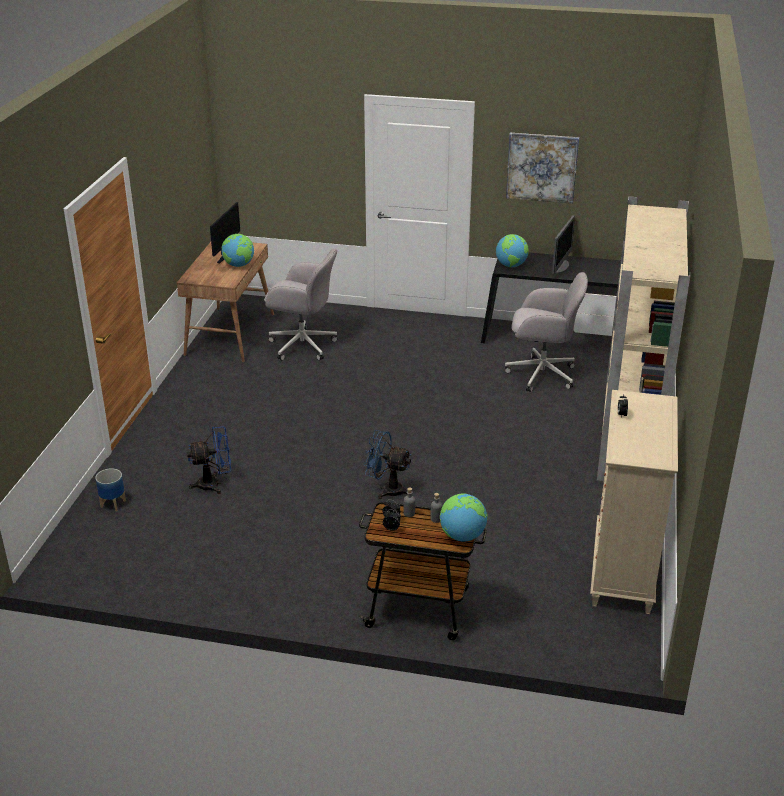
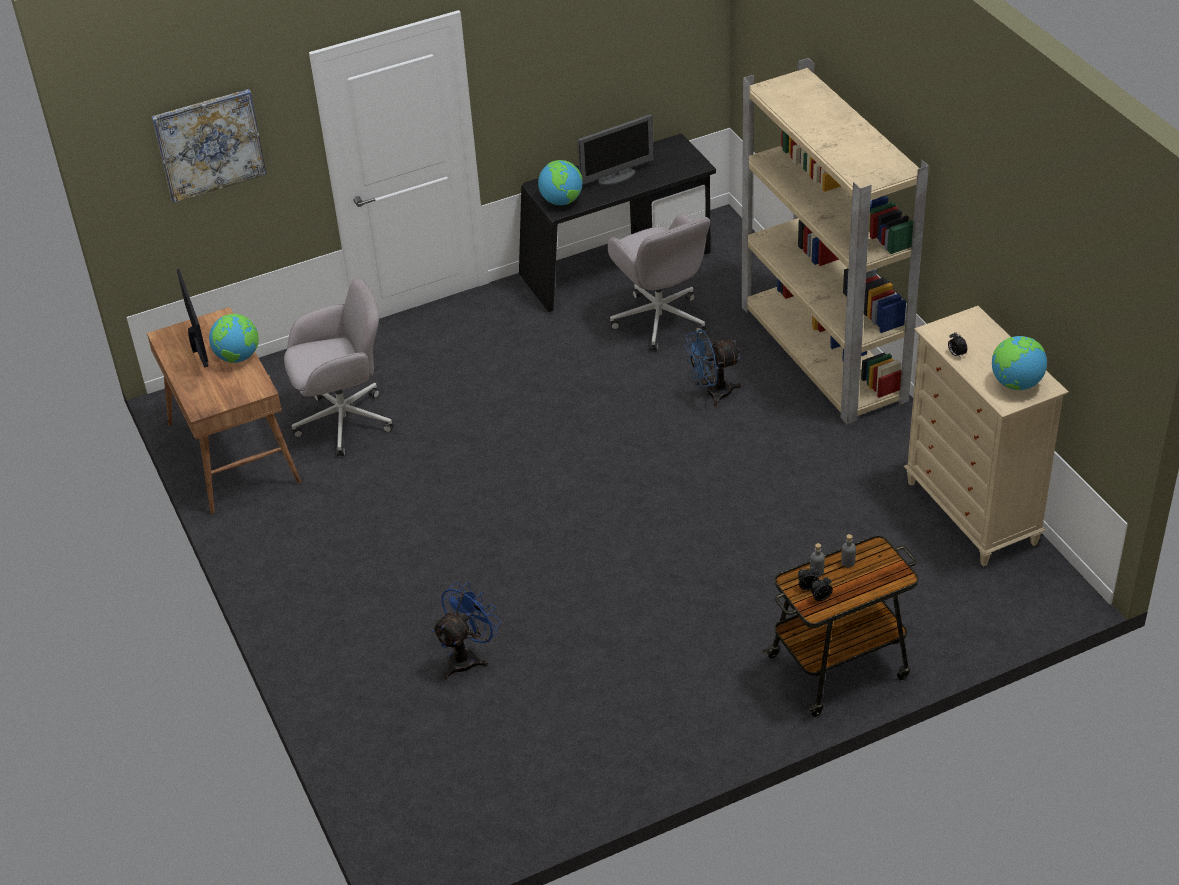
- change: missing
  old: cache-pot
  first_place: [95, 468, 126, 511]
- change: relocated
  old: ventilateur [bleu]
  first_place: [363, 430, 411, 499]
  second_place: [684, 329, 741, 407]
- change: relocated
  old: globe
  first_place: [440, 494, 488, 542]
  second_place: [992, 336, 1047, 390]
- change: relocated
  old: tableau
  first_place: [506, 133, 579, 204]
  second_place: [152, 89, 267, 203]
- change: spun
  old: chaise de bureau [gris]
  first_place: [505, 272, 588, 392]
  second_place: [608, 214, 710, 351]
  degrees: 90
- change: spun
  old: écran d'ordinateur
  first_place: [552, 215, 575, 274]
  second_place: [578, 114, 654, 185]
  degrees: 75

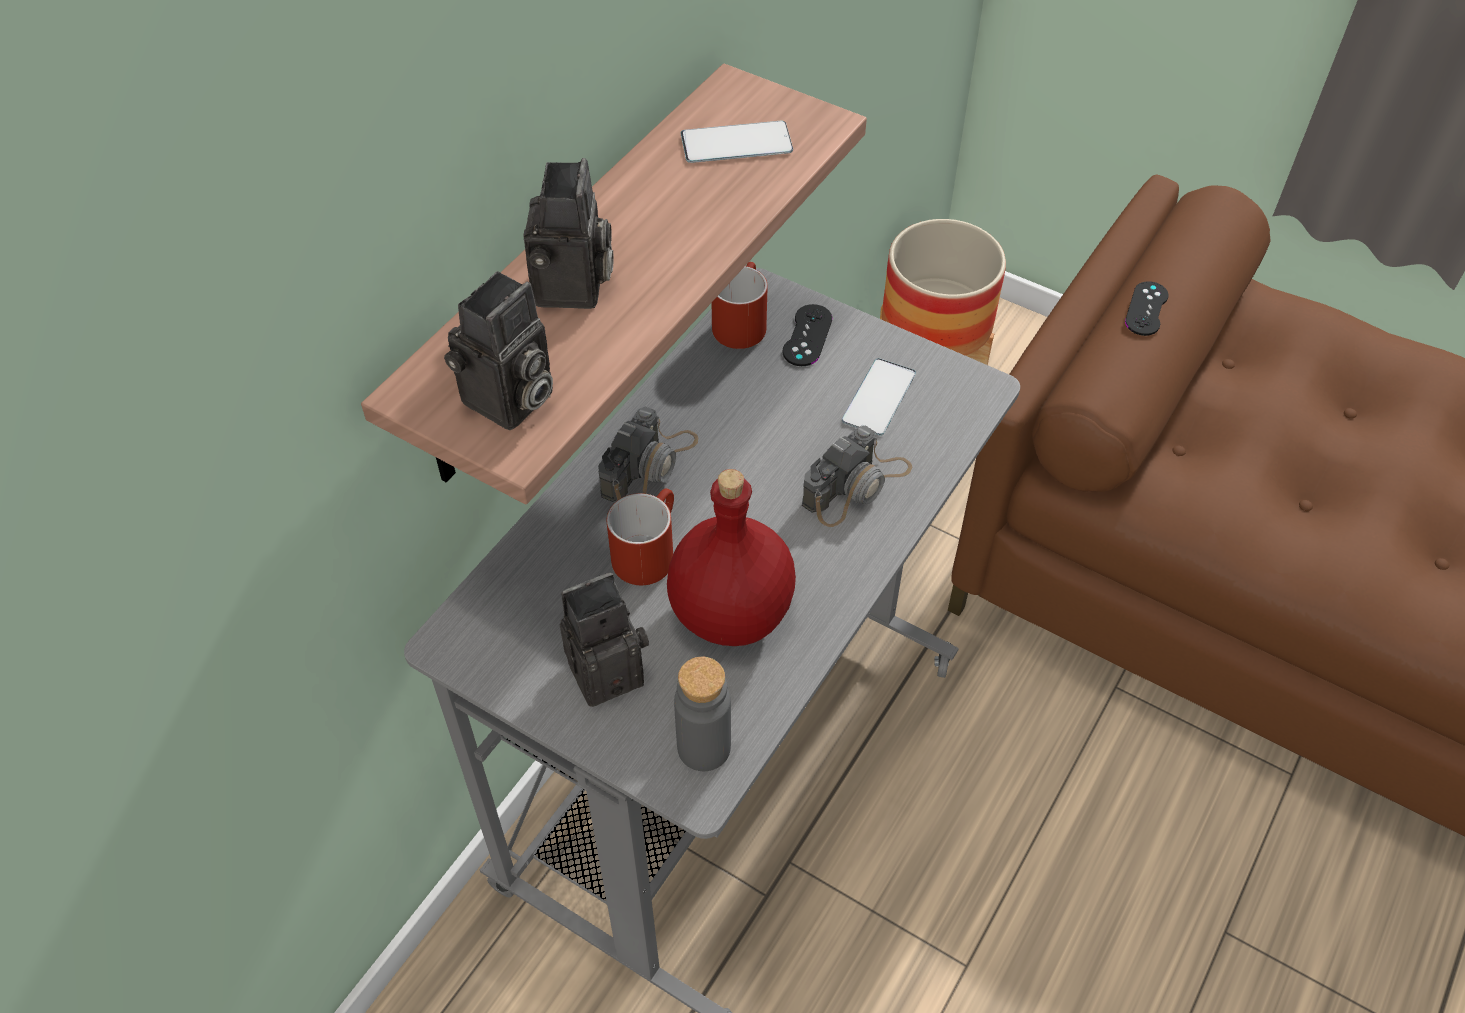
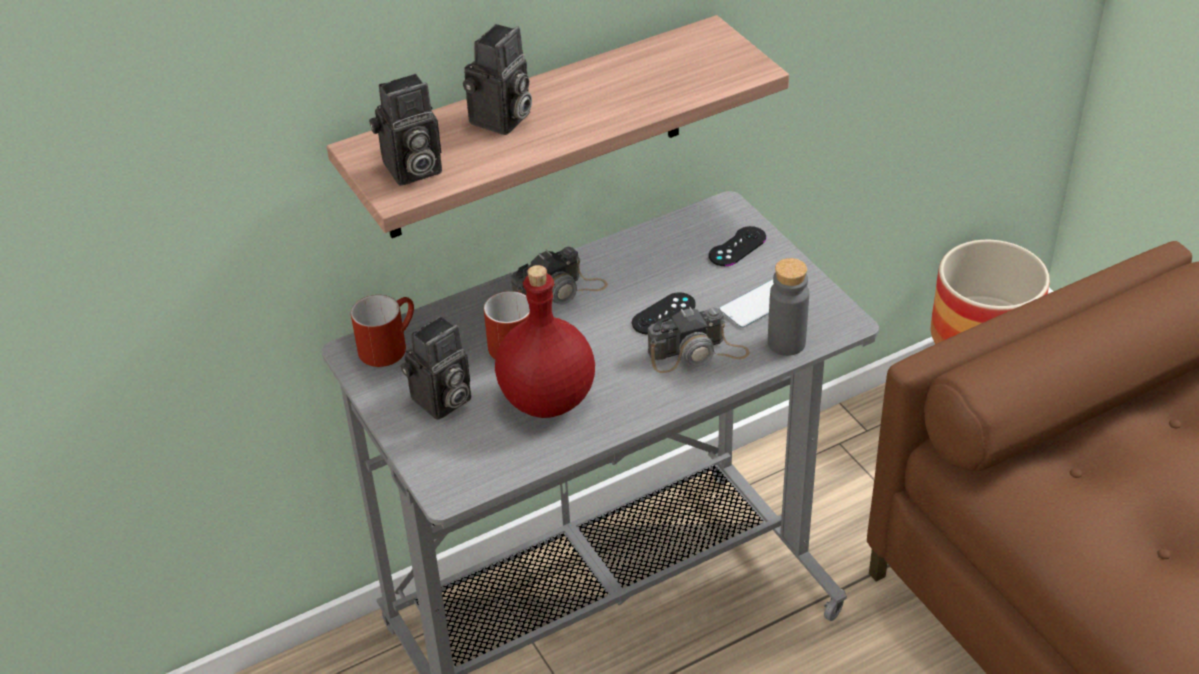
- change: missing
  old: téléphone
  first_place: [681, 121, 793, 163]
- change: relocated
  old: bouteille [gris]
  first_place: [674, 657, 731, 771]
  second_place: [768, 258, 809, 356]
- change: relocated
  old: mug [rouge]
  first_place: [712, 262, 768, 349]
  second_place: [351, 295, 414, 367]
- change: relocated
  old: manette [noir]
  first_place: [1125, 281, 1168, 336]
  second_place: [632, 292, 696, 334]
- change: spun
  old: appareil photo
  first_place: [560, 572, 649, 707]
  second_place: [401, 316, 471, 420]
  degrees: 135

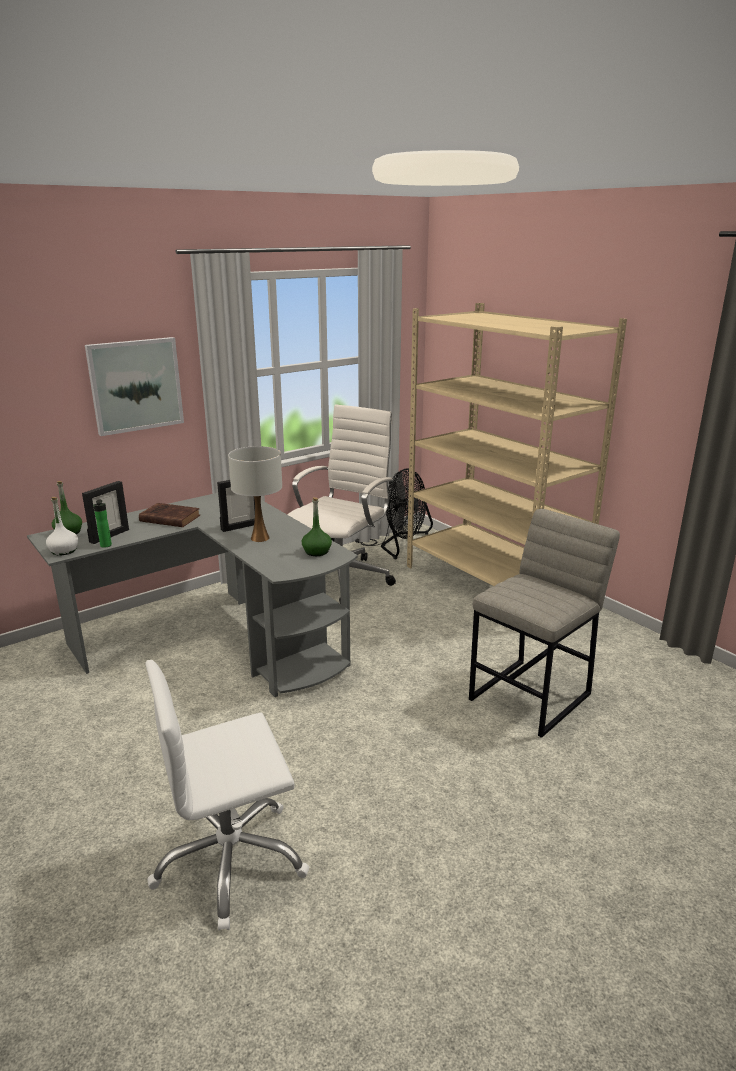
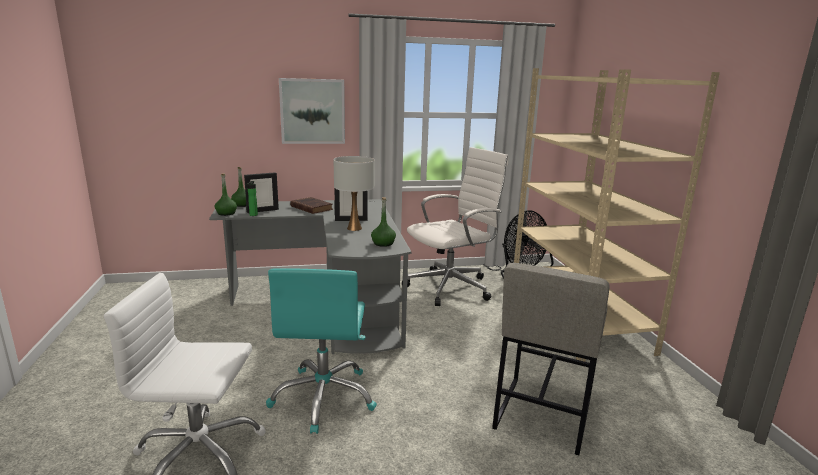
- change: appeared
  new: chaise de bureau [turquoise]
  second_place: [266, 268, 377, 434]
- change: colour
  old: bouteille [blanc]
  new: bouteille [vert]
  first_place: [46, 497, 78, 555]
  second_place: [214, 173, 237, 216]
- change: spun
  old: chaise [gris]
  first_place: [469, 509, 620, 738]
  second_place: [492, 263, 610, 455]
  degrees: 135

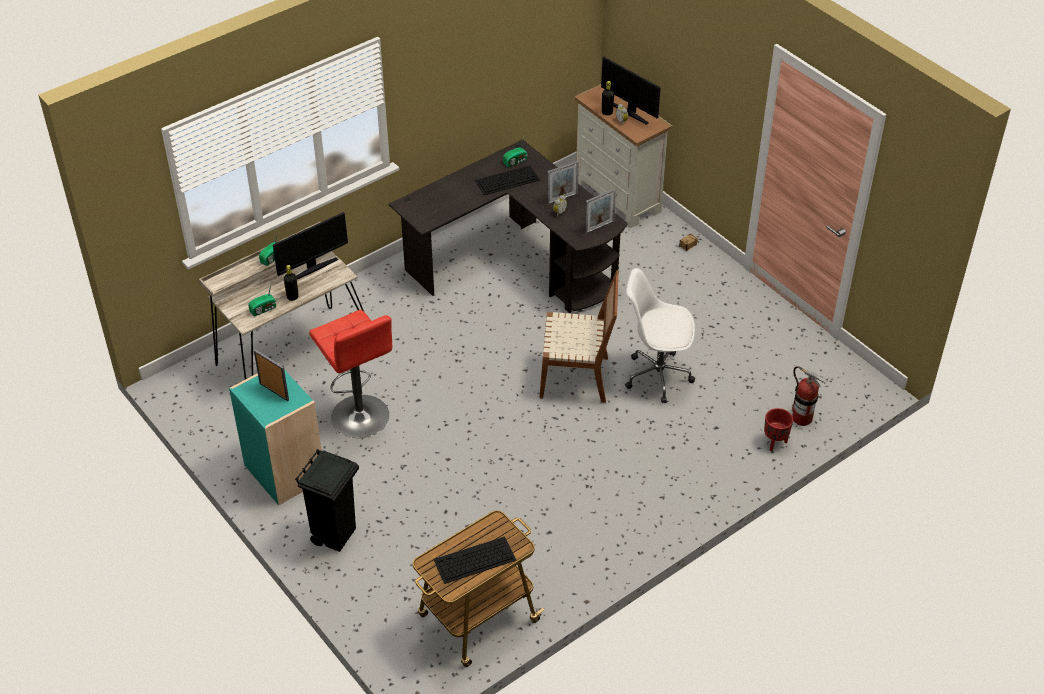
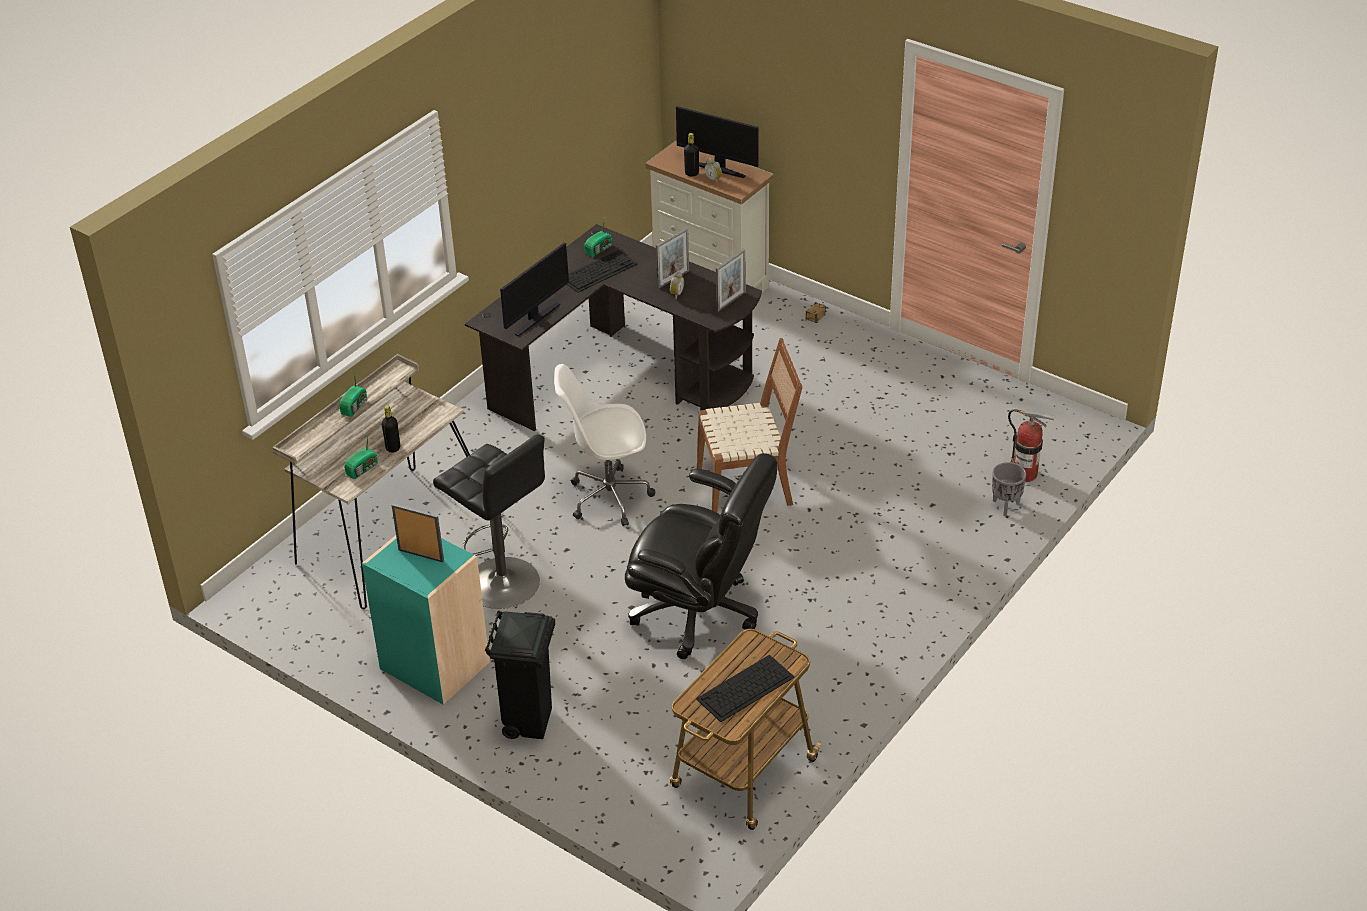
- change: appeared
  new: chaise de bureau [noir]
  second_place: [625, 453, 777, 659]
- change: relocated
  old: écran d'ordinateur
  first_place: [273, 212, 348, 279]
  second_place: [500, 243, 569, 336]
- change: relocated
  old: chaise de bureau [blanc]
  first_place: [625, 268, 695, 403]
  second_place: [554, 364, 656, 526]
- change: colour
  old: tabouret [rouge]
  new: tabouret [noir]
  first_place: [309, 310, 392, 438]
  second_place: [433, 434, 545, 609]
- change: colour
  old: cache-pot [rouge]
  new: cache-pot [gris]
  first_place: [764, 408, 793, 451]
  second_place: [992, 462, 1026, 516]

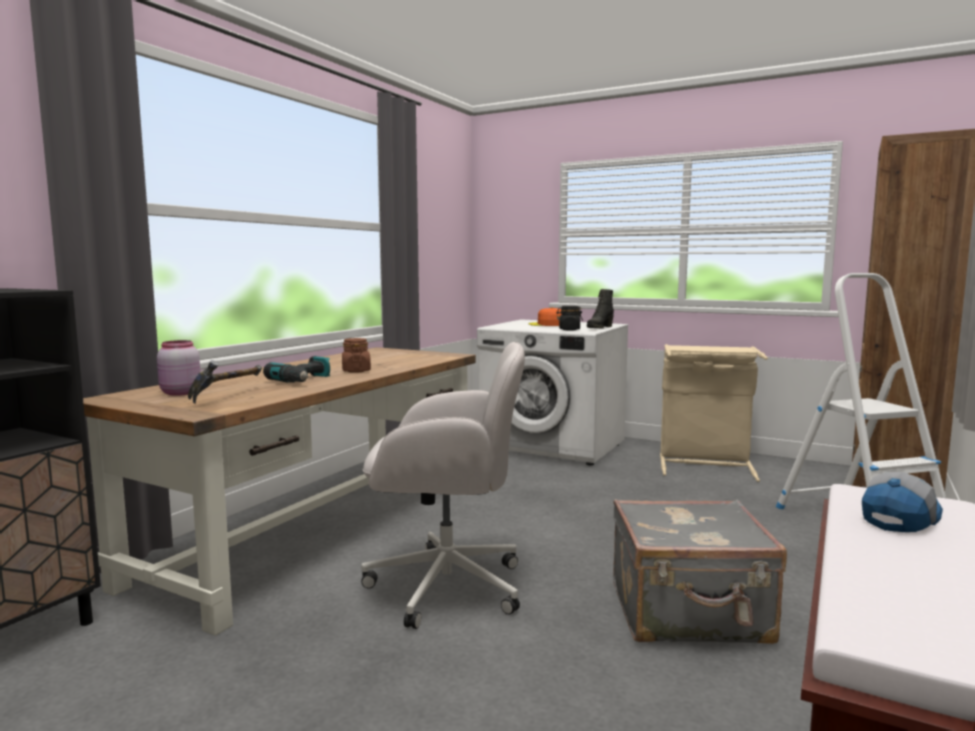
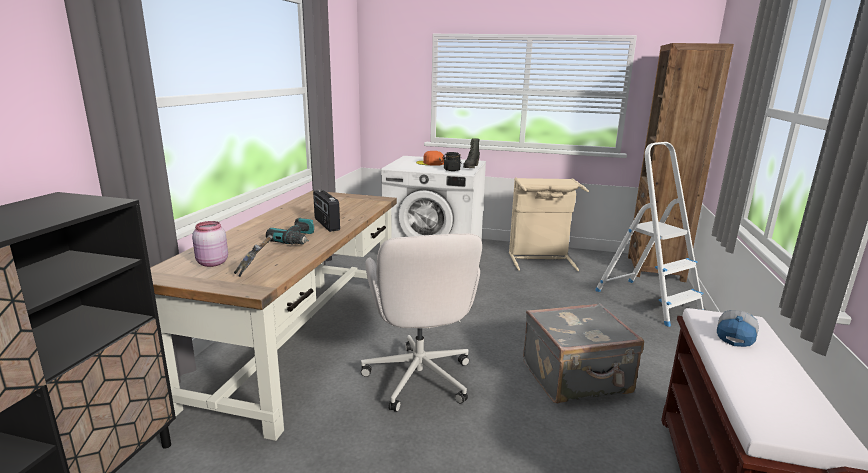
- change: exchanged
  old: bocal [marron]
  new: radio
  first_place: [342, 338, 371, 373]
  second_place: [313, 190, 340, 232]
- change: spun
  old: chaise de bureau [blanc]
  first_place: [361, 342, 525, 629]
  second_place: [361, 233, 482, 412]
  degrees: 90

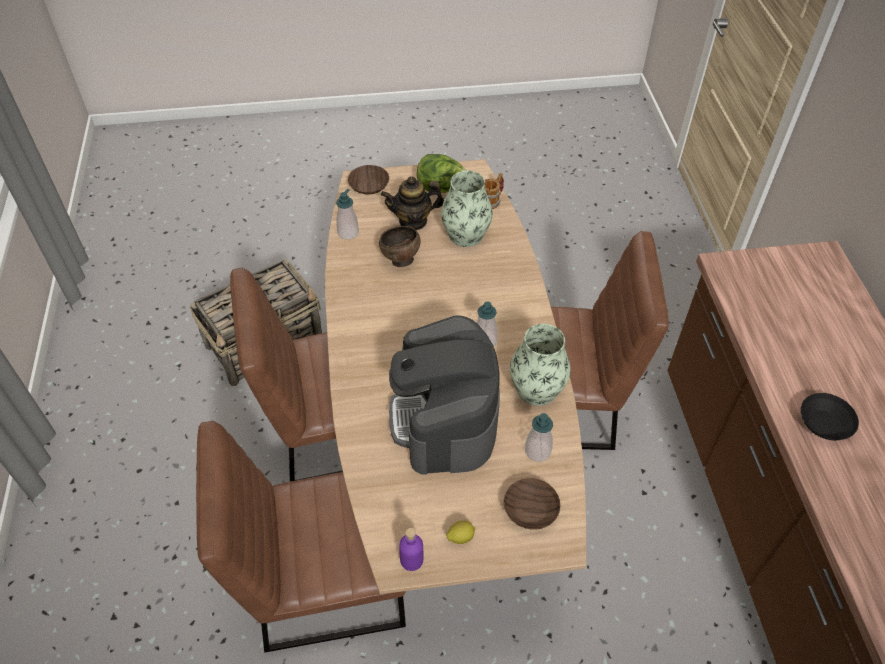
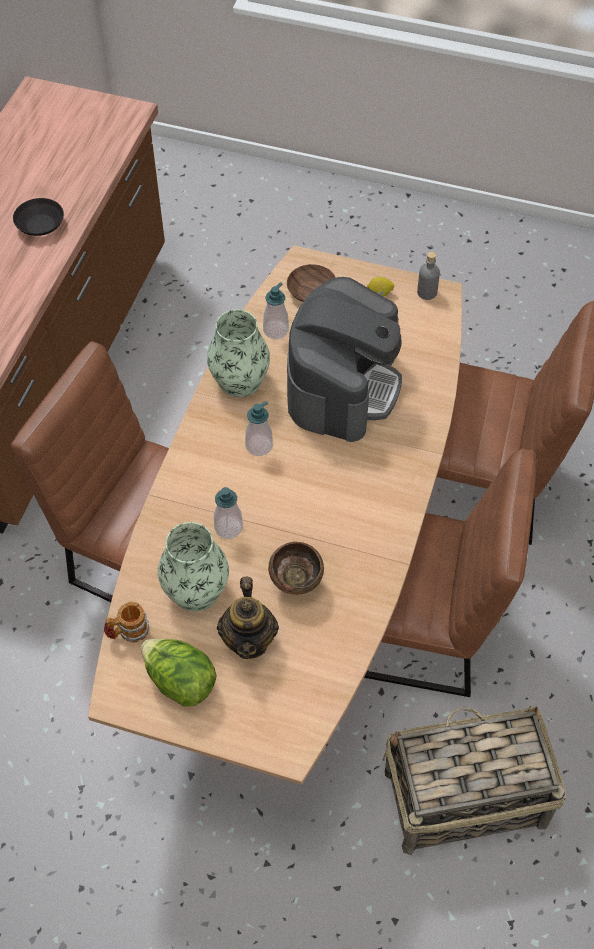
- change: missing
  old: bol [marron]
  first_place: [348, 165, 389, 195]
- change: relocated
  old: distributeur de savon
  first_place: [336, 189, 359, 239]
  second_place: [214, 487, 243, 539]
- change: colour
  old: bouteille [violet]
  new: bouteille [gris]
  first_place: [399, 528, 423, 571]
  second_place: [417, 252, 440, 300]
- change: spun
  old: théière
  first_place: [381, 176, 444, 230]
  second_place: [217, 577, 279, 659]
  degrees: 75

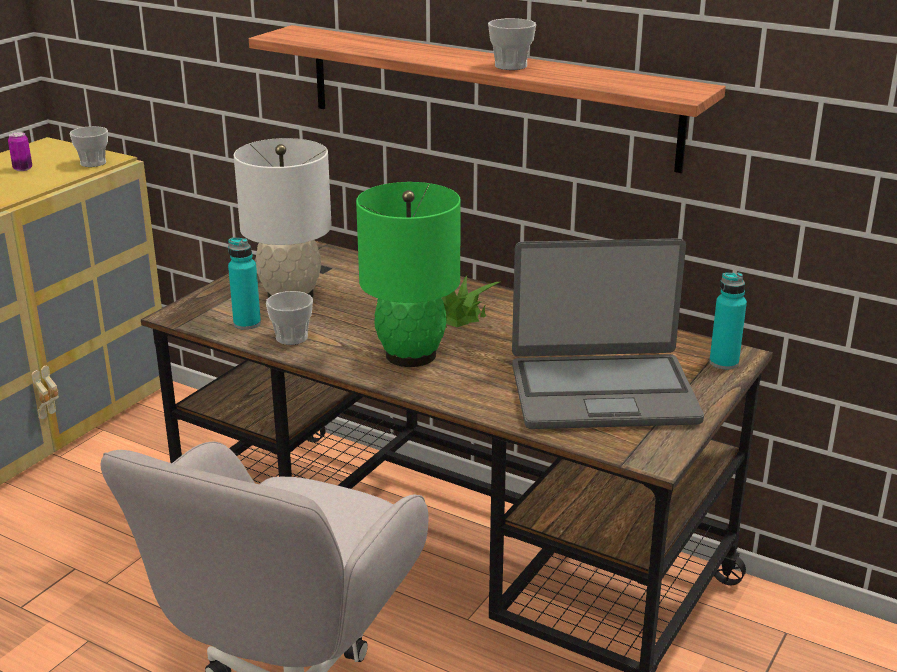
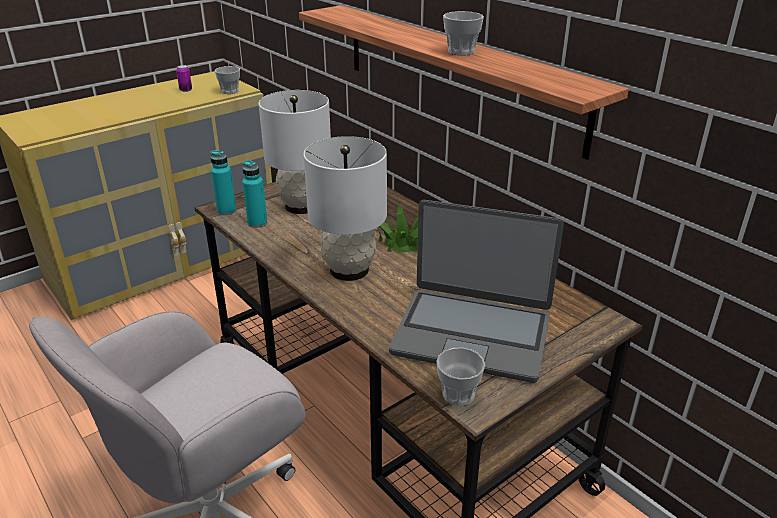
- change: relocated
  old: tasse
  first_place: [266, 291, 313, 345]
  second_place: [436, 347, 485, 406]
- change: relocated
  old: bouteille [turquoise]
  first_place: [709, 272, 747, 370]
  second_place: [210, 150, 236, 215]
- change: colour
  old: lampe de table [vert]
  new: lampe de table [blanc]
  first_place: [356, 182, 461, 367]
  second_place: [303, 136, 387, 281]

